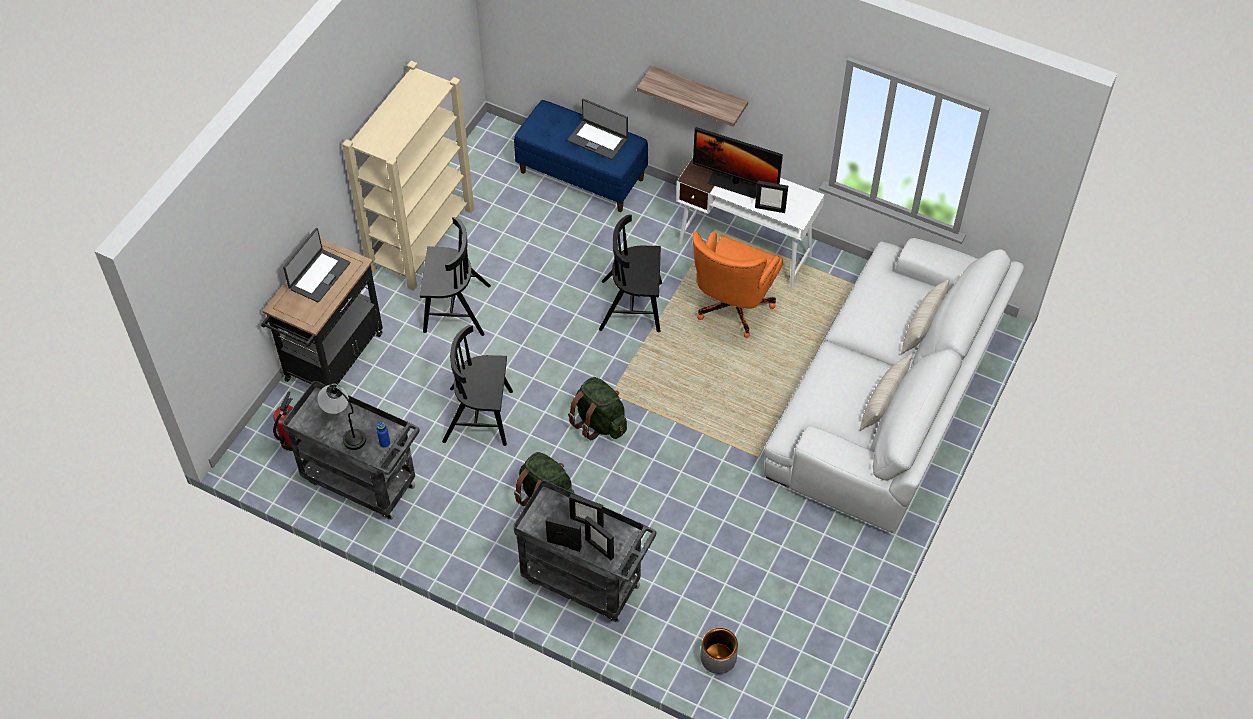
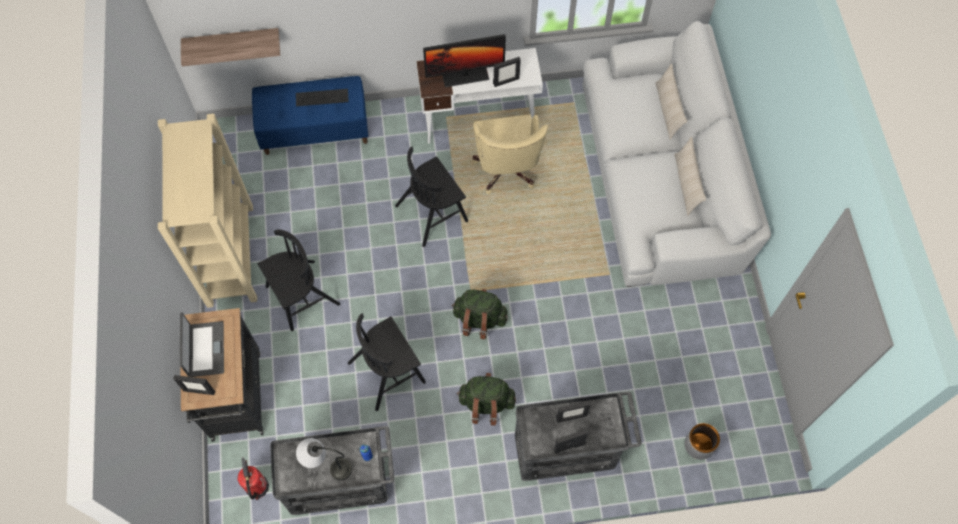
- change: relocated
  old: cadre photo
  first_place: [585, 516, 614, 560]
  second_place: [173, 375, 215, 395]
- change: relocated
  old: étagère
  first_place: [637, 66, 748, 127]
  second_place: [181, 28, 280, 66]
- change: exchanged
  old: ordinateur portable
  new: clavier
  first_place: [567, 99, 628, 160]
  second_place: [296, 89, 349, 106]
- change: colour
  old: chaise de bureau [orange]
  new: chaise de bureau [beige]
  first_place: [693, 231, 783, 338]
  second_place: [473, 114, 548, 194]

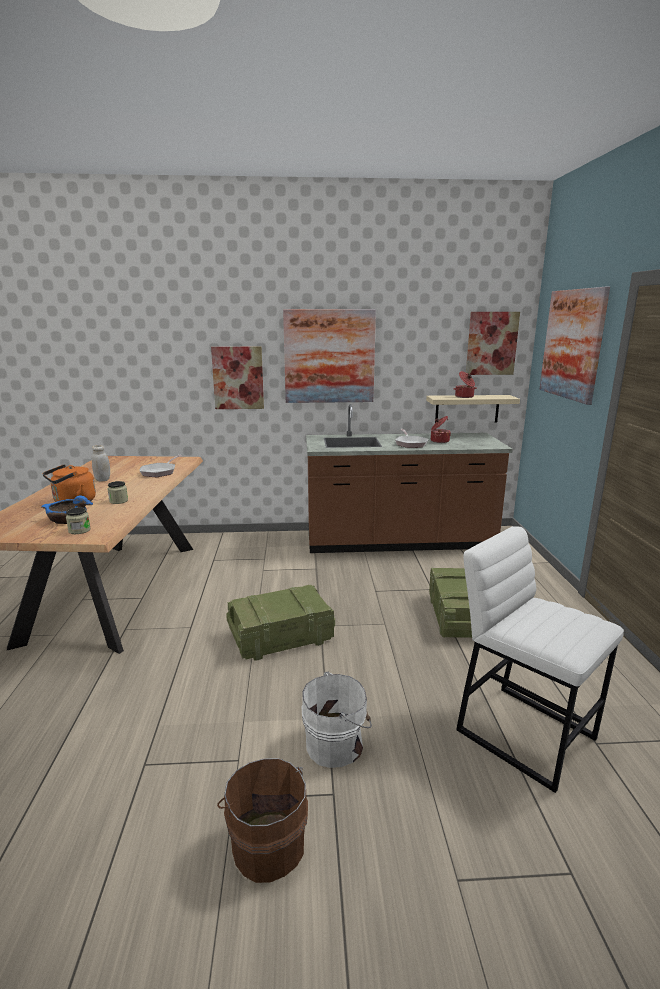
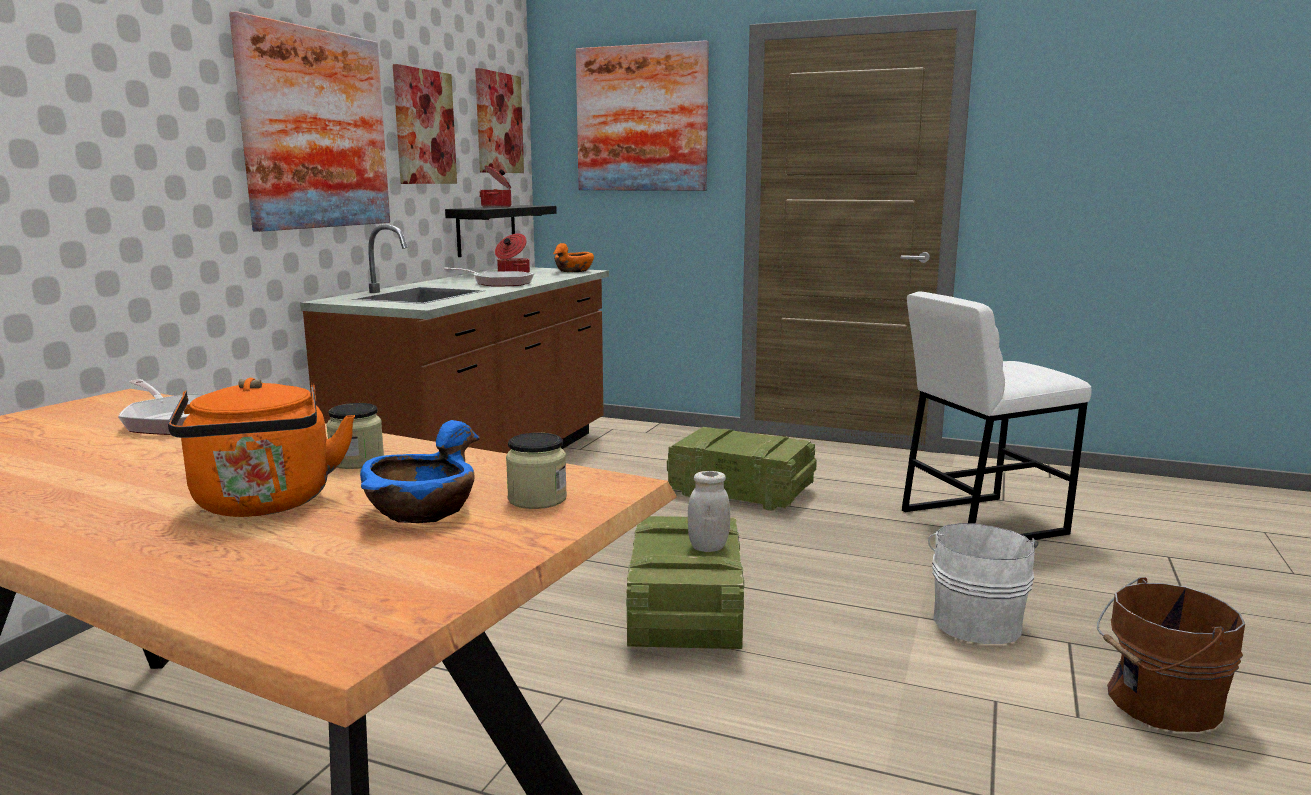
- change: appeared
  new: bol [orange]
  second_place: [553, 243, 594, 272]
- change: relocated
  old: bocal [blanc]
  first_place: [92, 445, 110, 481]
  second_place: [688, 471, 730, 552]
- change: relocated
  old: tableau
  first_place: [211, 347, 264, 409]
  second_place: [393, 64, 457, 184]
- change: colour
  old: étagère [beige]
  new: étagère [noir]
  first_place: [426, 395, 520, 423]
  second_place: [445, 205, 557, 257]

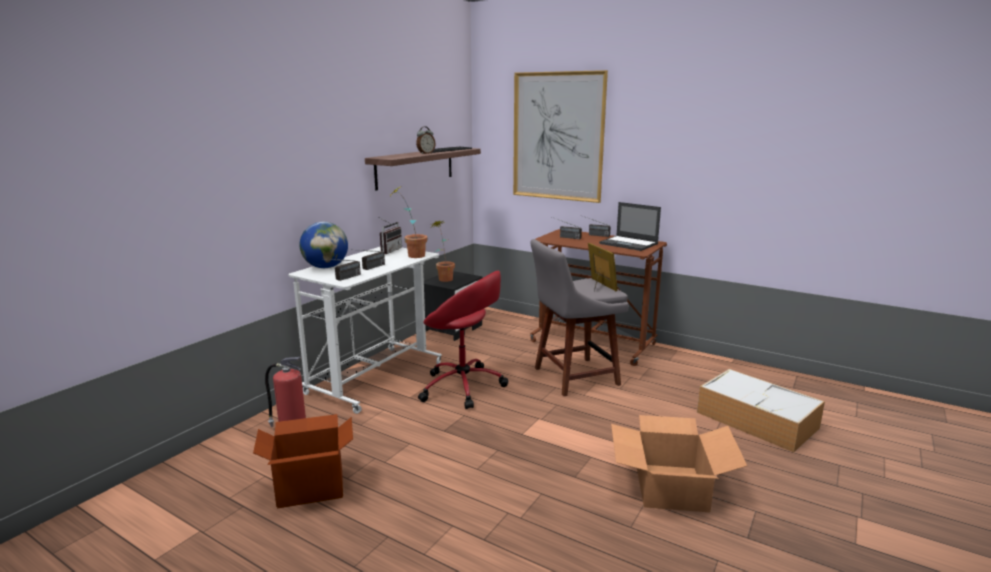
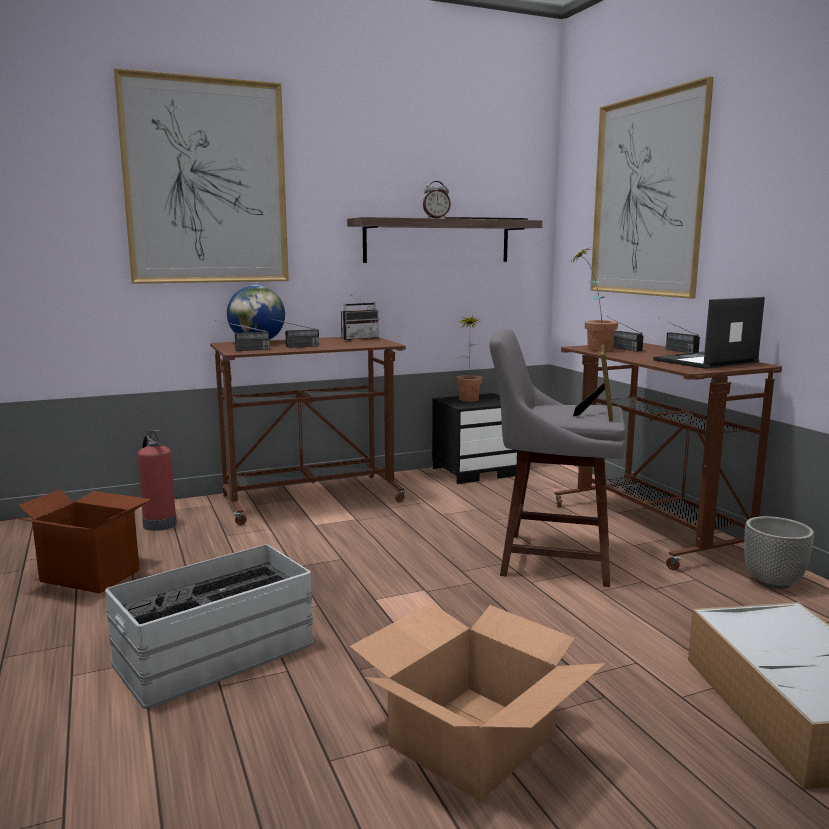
- change: missing
  old: chaise de bureau [rouge]
  first_place: [418, 271, 508, 409]
- change: appeared
  new: boîte de rangement [gris]
  second_place: [105, 544, 314, 709]
- change: appeared
  new: tableau
  second_place: [114, 68, 289, 284]
- change: appeared
  new: cache-pot
  second_place: [744, 516, 814, 589]
- change: relocated
  old: plante en pot
  first_place: [390, 185, 427, 258]
  second_place: [570, 246, 618, 352]
- change: colour
  old: bureau [blanc]
  new: bureau [marron]
  first_place: [288, 246, 442, 414]
  second_place: [210, 337, 406, 525]
- change: spun
  old: ordinateur portable
  first_place: [599, 202, 661, 251]
  second_place: [654, 297, 765, 369]
  degrees: 75

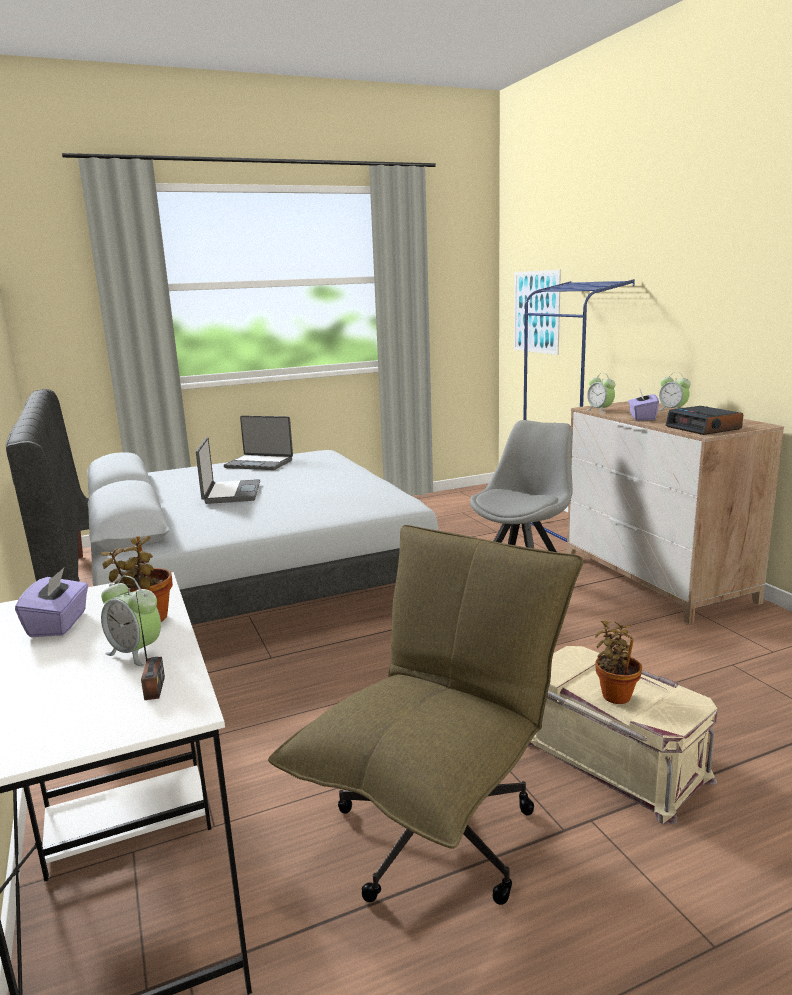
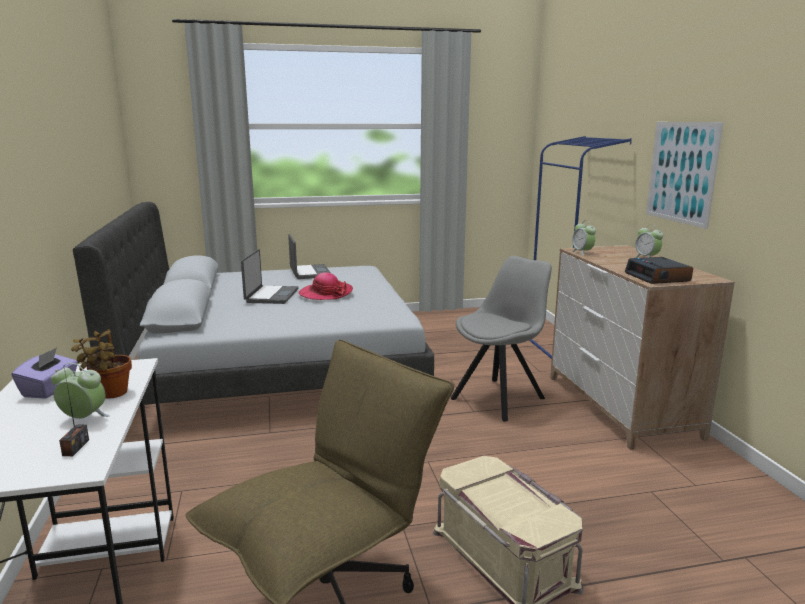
- change: missing
  old: plante en pot
  first_place: [595, 621, 642, 704]
- change: missing
  old: boîte à mouchoirs [violet]
  first_place: [628, 388, 659, 420]
- change: appeared
  new: chapeau
  second_place: [299, 272, 353, 300]
- change: relocated
  old: tableau
  first_place: [514, 270, 561, 355]
  second_place: [646, 122, 723, 229]
- change: spun
  old: réveil
  first_place: [101, 576, 161, 666]
  second_place: [51, 363, 110, 419]
  degrees: 150
- change: spun
  old: ordinateur portable
  first_place: [224, 416, 293, 470]
  second_place: [288, 234, 331, 279]
  degrees: -135

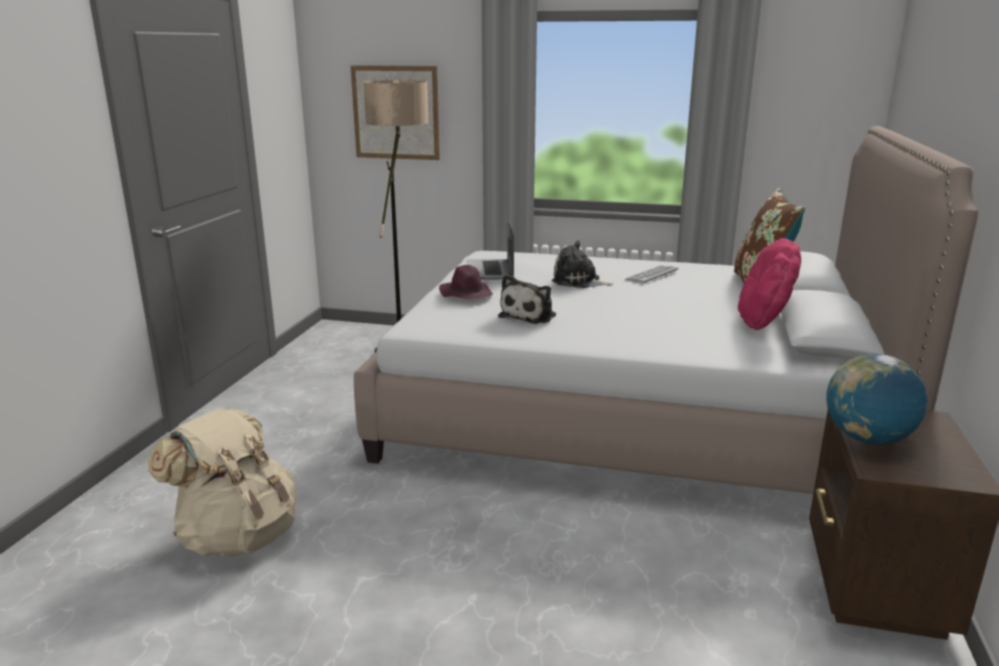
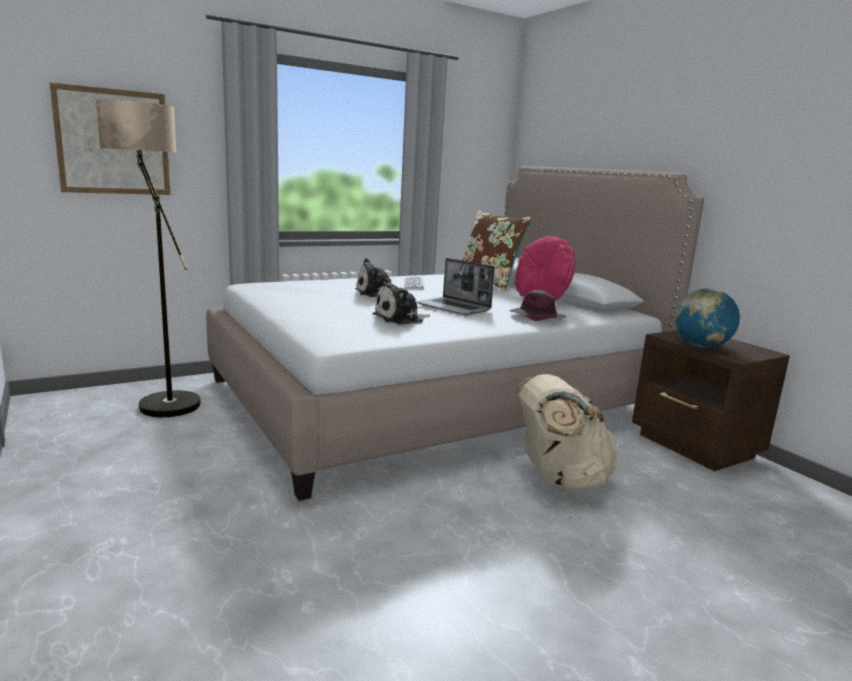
- change: relocated
  old: sac à dos [beige]
  first_place: [148, 408, 296, 557]
  second_place: [515, 374, 620, 490]
- change: relocated
  old: chapeau [violet]
  first_place: [439, 265, 493, 298]
  second_place: [510, 290, 566, 321]
- change: relocated
  old: ordinateur portable
  first_place: [466, 221, 514, 280]
  second_place: [416, 258, 495, 316]
- change: spun
  old: peluche
  first_place: [498, 274, 556, 324]
  second_place: [372, 277, 430, 324]
  degrees: 75

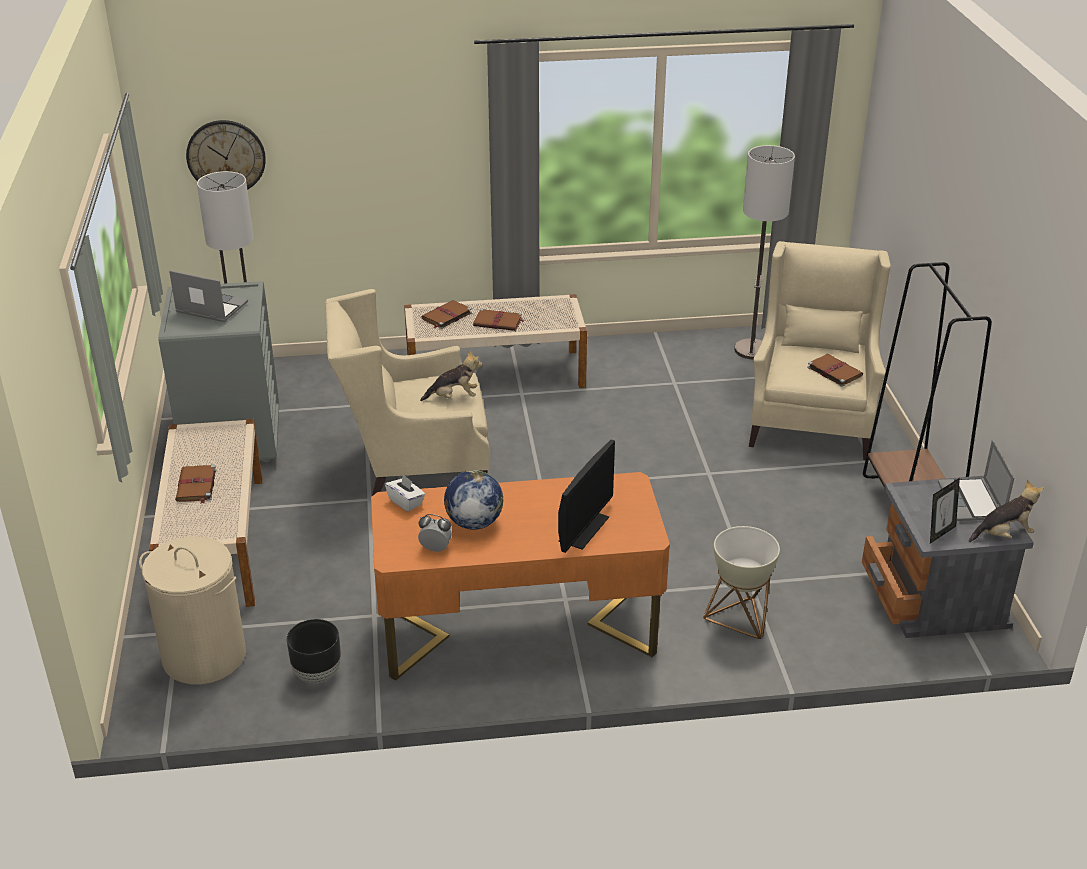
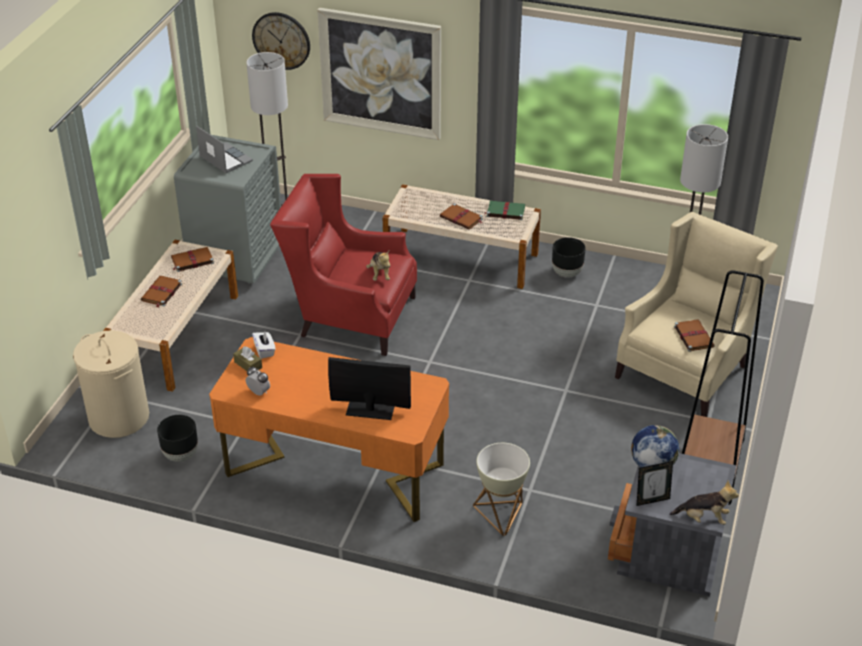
- change: missing
  old: ordinateur portable
  first_place: [938, 440, 1014, 521]
- change: appeared
  new: boîte à mouchoirs [marron]
  second_place: [233, 346, 262, 371]
- change: appeared
  new: tableau
  second_place: [317, 8, 441, 140]
- change: appeared
  new: livre [vert]
  second_place: [484, 201, 525, 220]
- change: appeared
  new: cache-pot [noir]
  second_place: [552, 237, 586, 278]
- change: relocated
  old: livre [marron]
  first_place: [421, 300, 472, 329]
  second_place: [171, 247, 214, 272]
- change: relocated
  old: globe
  first_place: [444, 470, 503, 530]
  second_place: [631, 425, 679, 467]
- change: colour
  old: fauteuil [beige]
  new: fauteuil [rouge]
  first_place: [326, 289, 490, 496]
  second_place: [270, 174, 417, 356]
- change: spun
  old: peluche
  first_place: [420, 351, 482, 401]
  second_place: [366, 251, 390, 281]
  degrees: 60
- change: spun
  old: écran d'ordinateur
  first_place: [558, 440, 615, 553]
  second_place: [328, 357, 411, 420]
  degrees: -135

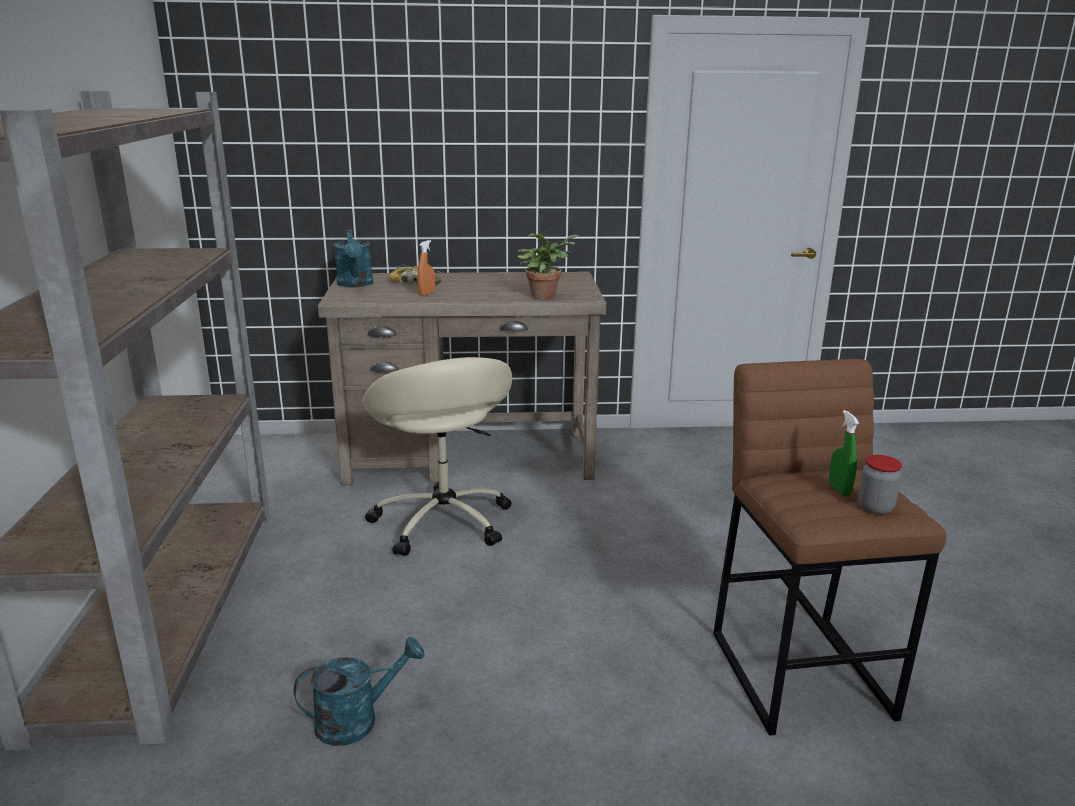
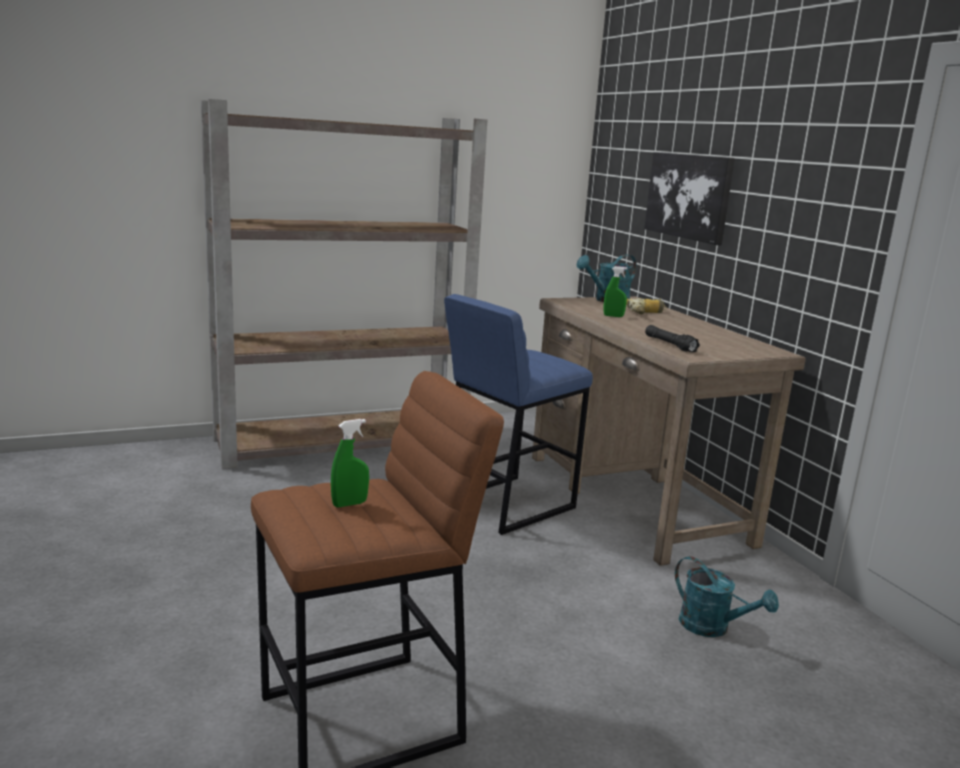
- change: missing
  old: bocal
  first_place: [858, 455, 902, 514]
- change: appeared
  new: tableau
  second_place: [644, 152, 735, 245]
- change: relocated
  old: arrosoir [turquoise]
  first_place: [294, 637, 424, 746]
  second_place: [675, 556, 779, 637]
- change: exchanged
  old: chaise de bureau [beige]
  new: tabouret [bleu]
  first_place: [362, 357, 512, 556]
  second_place: [444, 294, 593, 535]
- change: exchanged
  old: plante en pot
  new: lampe de poche [noir]
  first_place: [518, 233, 580, 300]
  second_place: [645, 325, 700, 352]
- change: colour
  old: vaporisateur [orange]
  new: vaporisateur [vert]
  first_place: [418, 240, 435, 296]
  second_place: [604, 266, 628, 317]

